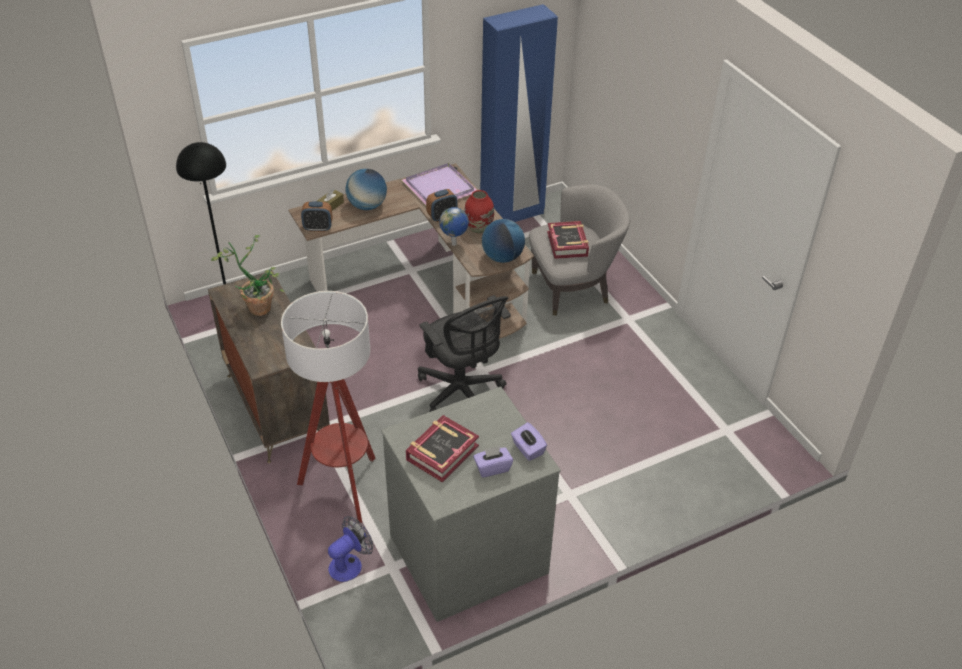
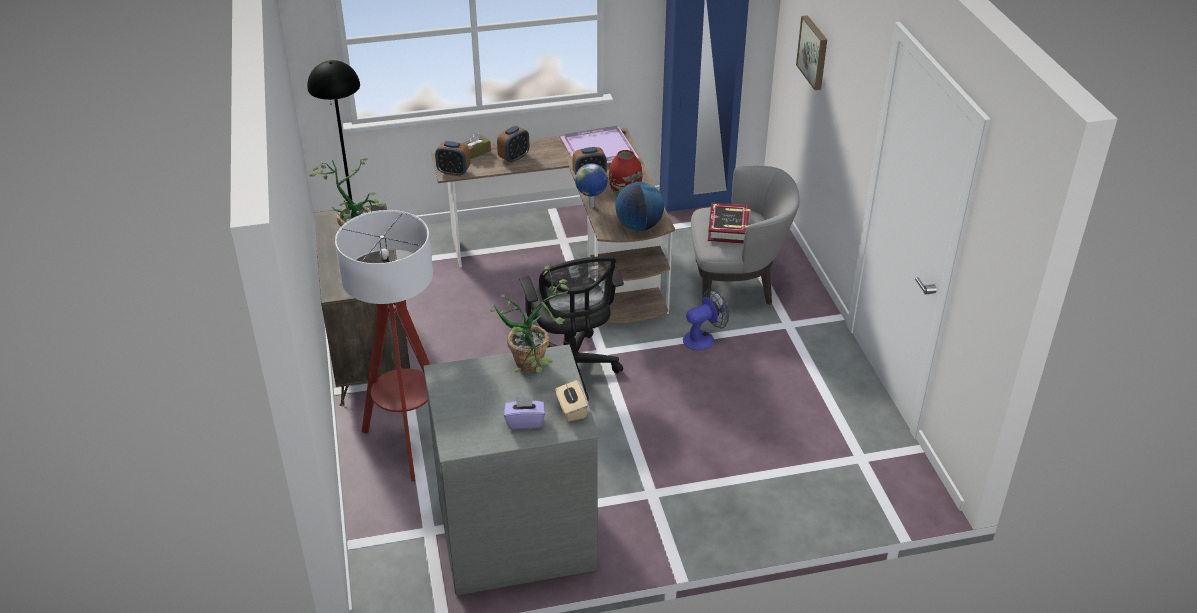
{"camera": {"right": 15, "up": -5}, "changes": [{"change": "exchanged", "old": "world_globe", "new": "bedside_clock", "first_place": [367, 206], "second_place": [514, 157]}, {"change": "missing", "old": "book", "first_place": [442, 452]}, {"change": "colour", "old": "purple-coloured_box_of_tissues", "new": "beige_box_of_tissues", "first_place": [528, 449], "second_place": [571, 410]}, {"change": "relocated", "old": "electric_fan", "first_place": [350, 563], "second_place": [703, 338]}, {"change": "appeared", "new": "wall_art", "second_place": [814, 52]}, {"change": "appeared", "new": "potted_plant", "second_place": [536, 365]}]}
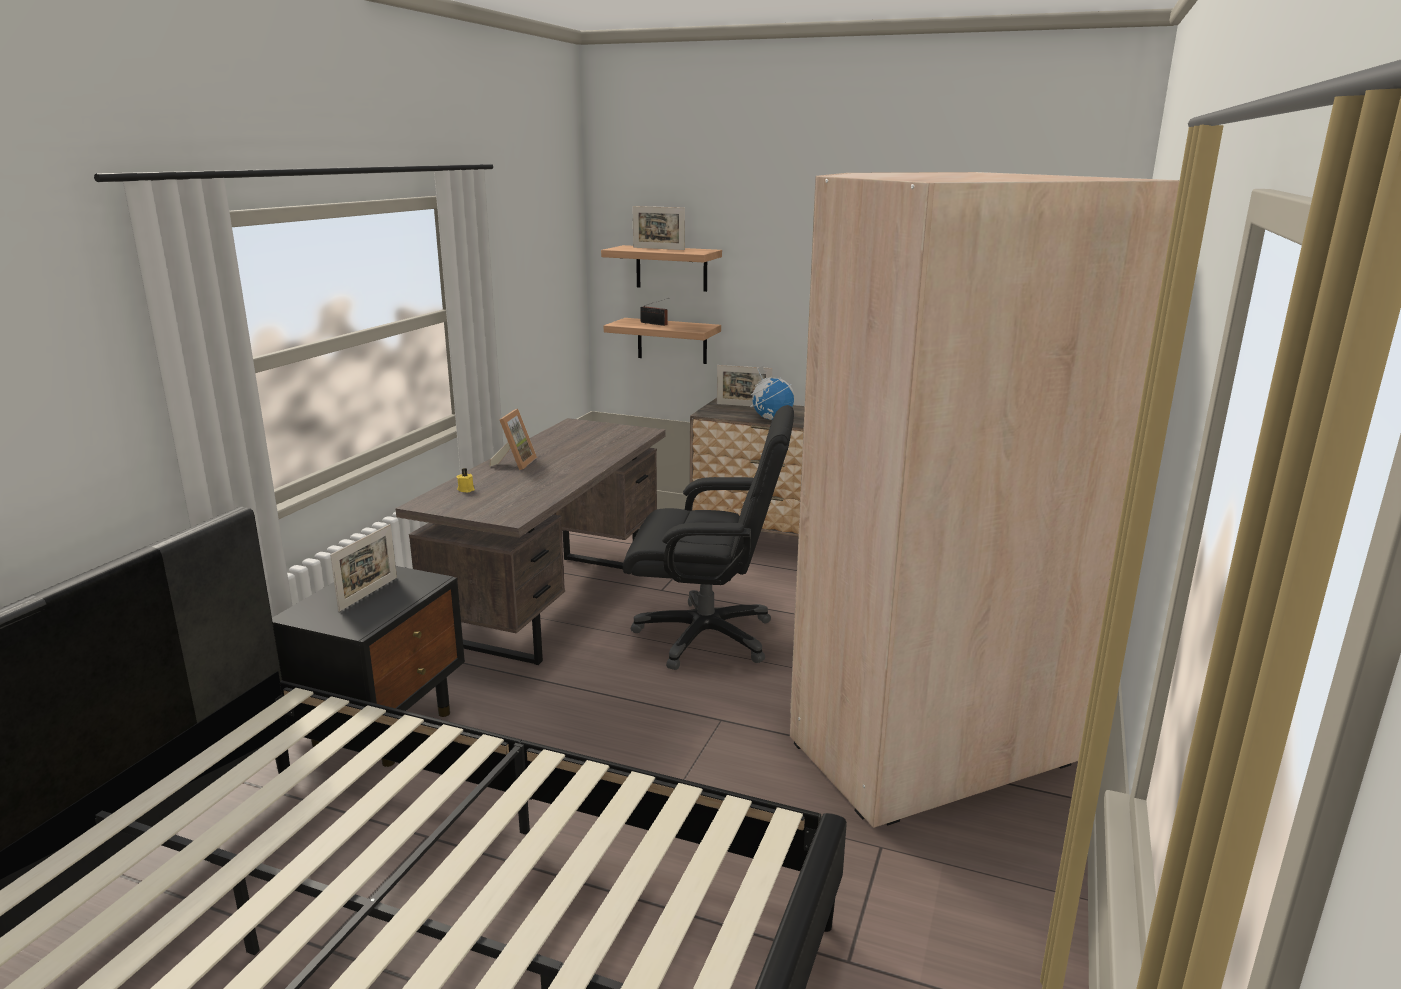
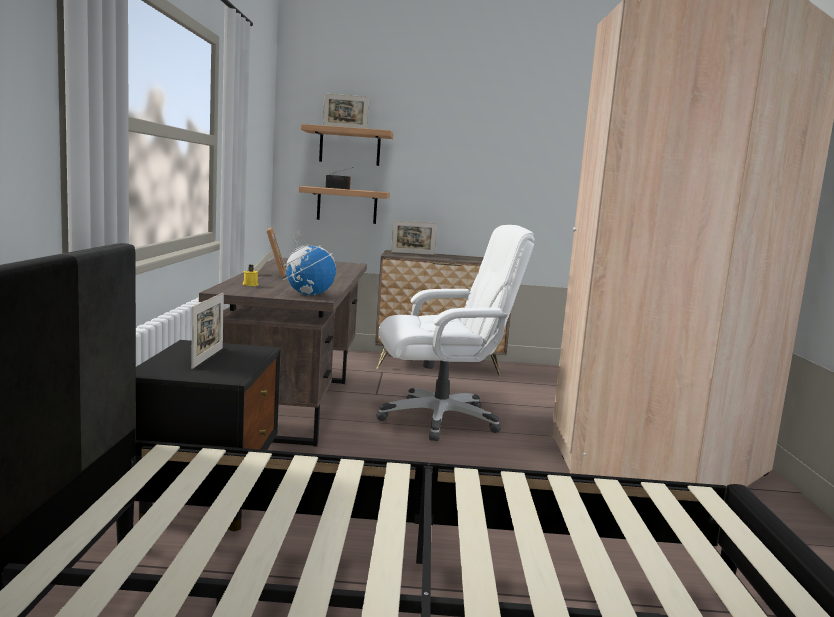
{"camera": {"right": -20, "up": -10}, "changes": [{"change": "relocated", "old": "world_globe", "first_place": [771, 419], "second_place": [308, 295]}, {"change": "colour", "old": "black_desk_chair", "new": "whitish_desk_chair", "first_place": [707, 636], "second_place": [441, 419]}]}
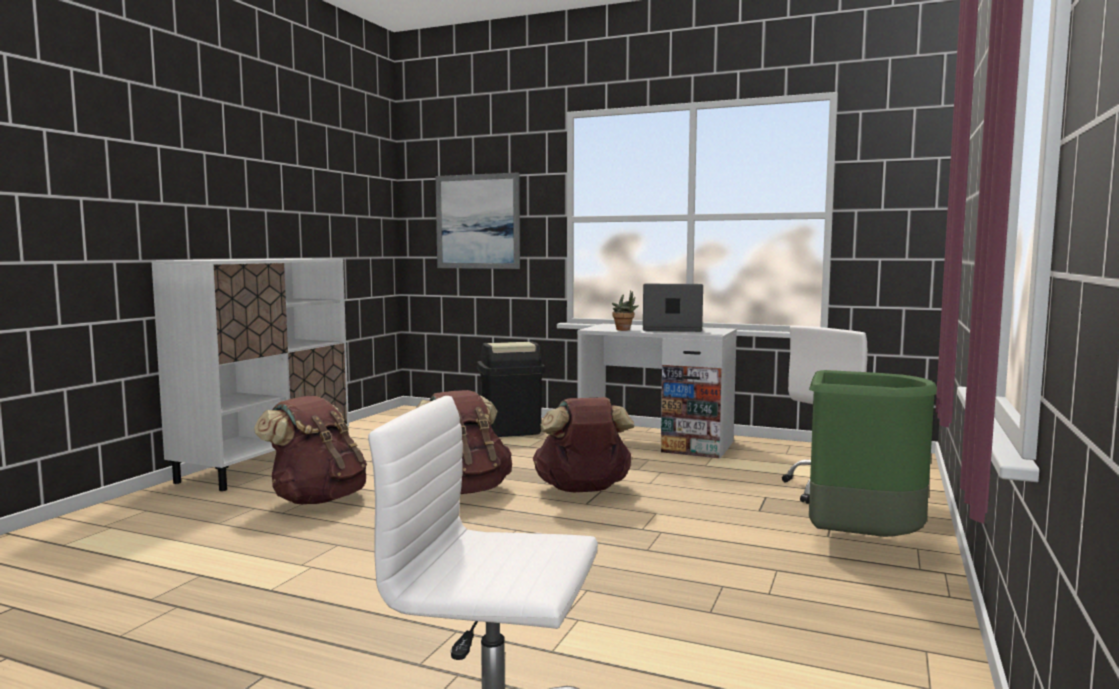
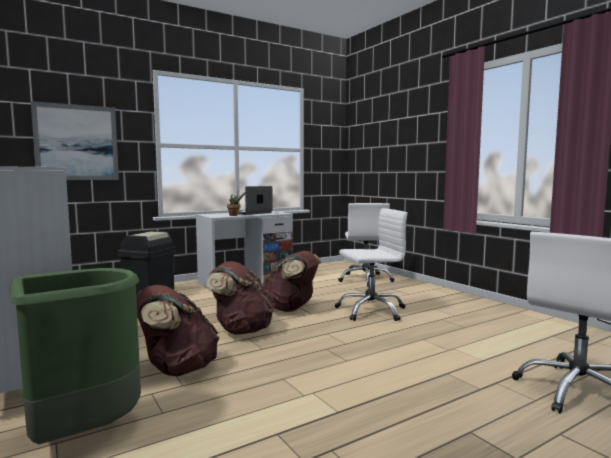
{"camera": {"right": -55, "up": 0}, "changes": [{"change": "relocated", "old": "greenish_rubbish_bin", "first_place": [859, 542], "second_place": [82, 433]}, {"change": "appeared", "new": "whitish_desk_chair", "second_place": [371, 311]}]}
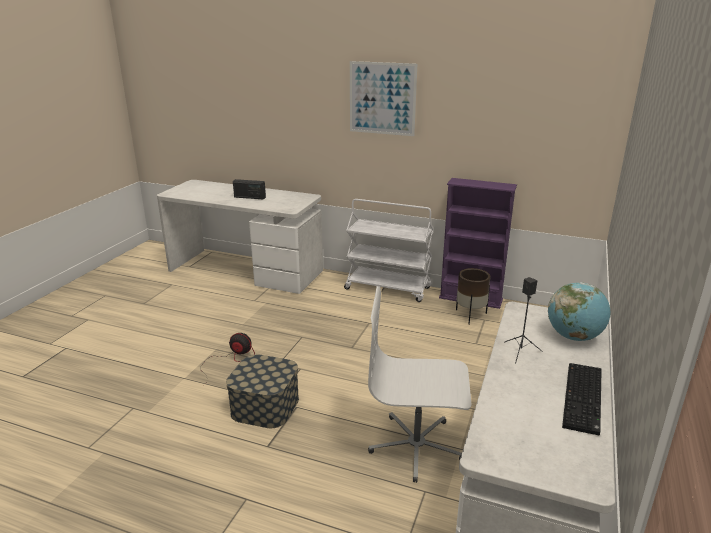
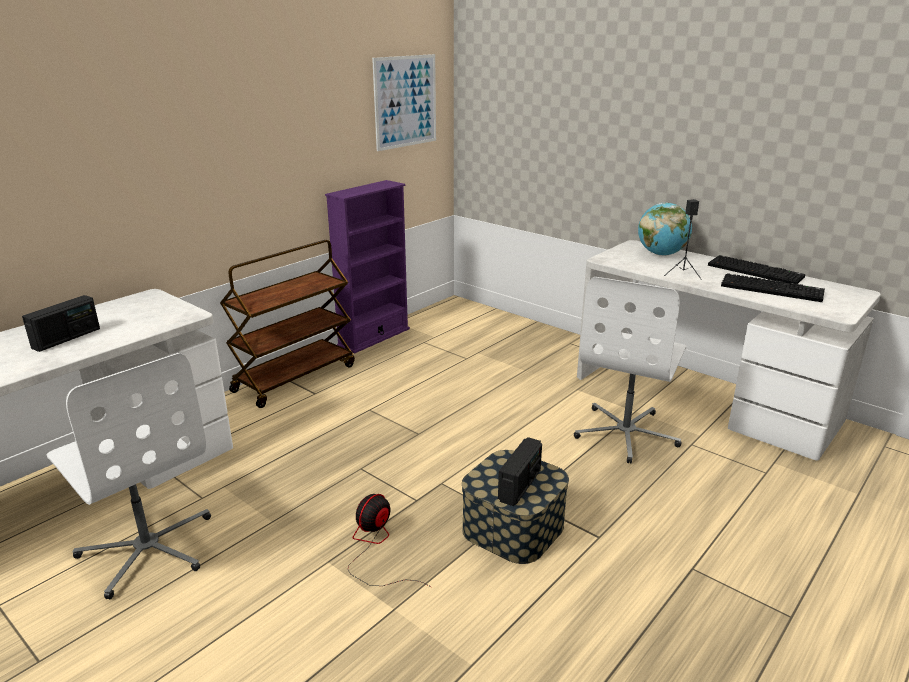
{"camera": {"right": -70, "up": 0}, "changes": [{"change": "relocated", "old": "wall_art", "first_place": [382, 98], "second_place": [405, 101]}, {"change": "colour", "old": "whitish_trolley", "new": "brown-coloured_trolley", "first_place": [388, 288], "second_place": [295, 377]}, {"change": "missing", "old": "brown-coloured_plant_pot", "first_place": [470, 316]}, {"change": "appeared", "new": "PC_keyboard", "second_place": [772, 289]}, {"change": "appeared", "new": "whitish_desk_chair", "second_place": [148, 548]}, {"change": "appeared", "new": "radio_set", "second_place": [520, 485]}]}
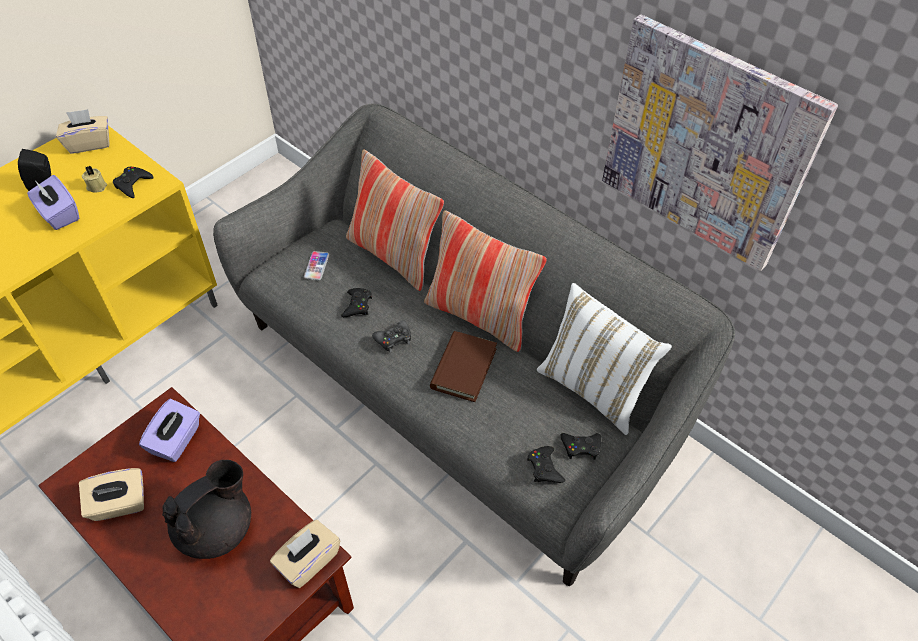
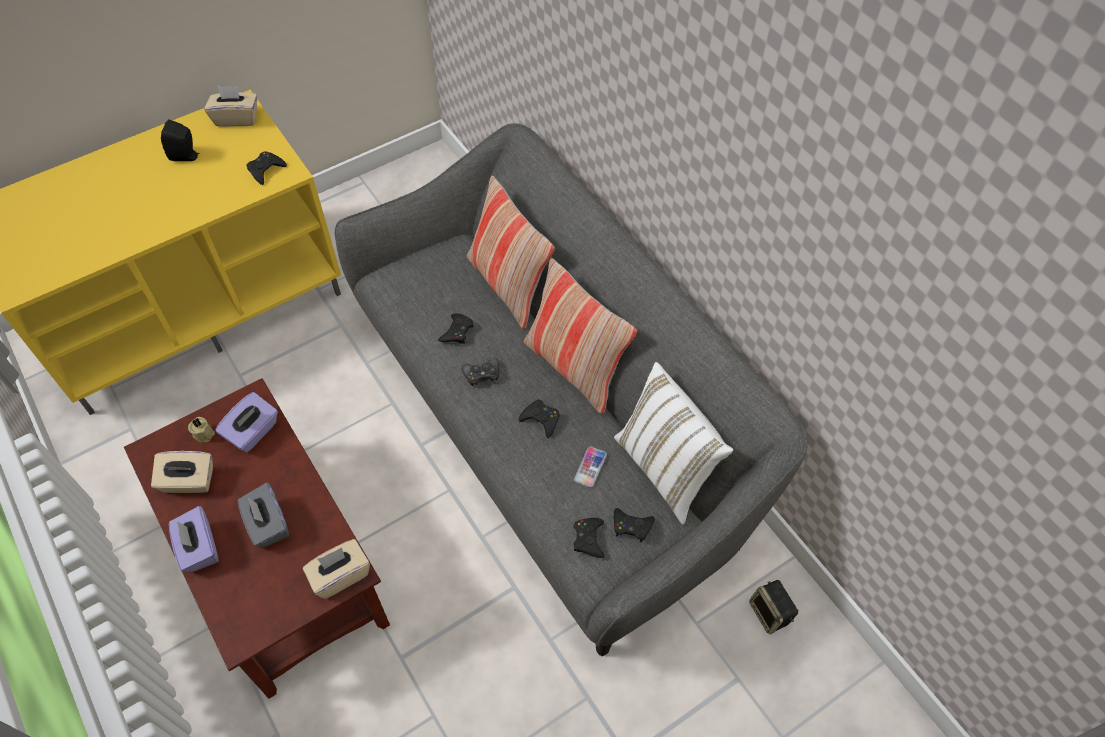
{"camera": {"right": 15, "up": 5}, "changes": [{"change": "missing", "old": "wall_art", "first_place": [706, 145]}, {"change": "relocated", "old": "beige_wax_candle", "first_place": [97, 186], "second_place": [204, 433]}, {"change": "relocated", "old": "purple-coloured_box_of_tissues", "first_place": [59, 214], "second_place": [199, 548]}, {"change": "relocated", "old": "phone", "first_place": [316, 266], "second_place": [590, 467]}, {"change": "exchanged", "old": "brown-coloured_book", "new": "black_joypad", "first_place": [463, 368], "second_place": [541, 420]}, {"change": "exchanged", "old": "black_teapot", "new": "grey_box_of_tissues", "first_place": [217, 528], "second_place": [267, 524]}, {"change": "appeared", "new": "speaker", "second_place": [770, 613]}]}
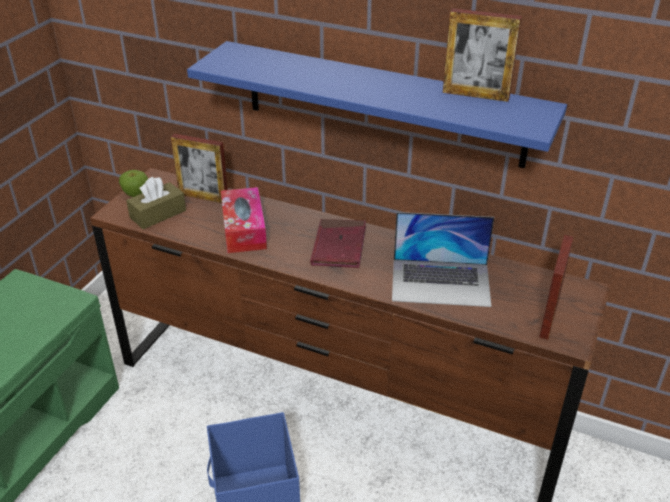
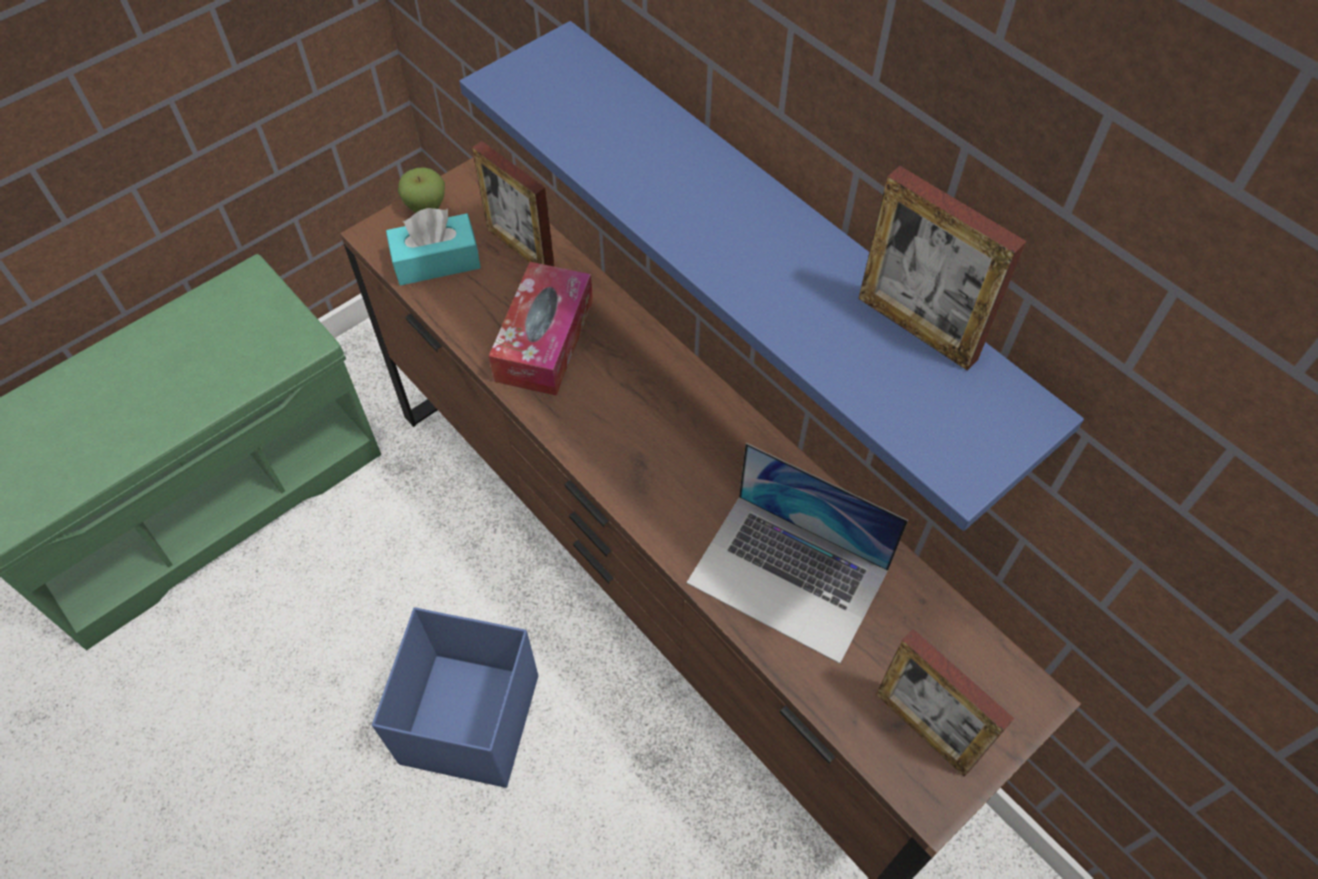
{"camera": {"right": 25, "up": 20}, "changes": [{"change": "colour", "old": "brown-coloured_box_of_tissues", "new": "turquoise-coloured_box_of_tissues", "first_place": [158, 214], "second_place": [436, 261]}, {"change": "missing", "old": "red-coloured_book", "first_place": [339, 246]}, {"change": "spun", "old": "picture_frame", "first_place": [549, 317], "second_place": [924, 729], "degrees": -90}]}
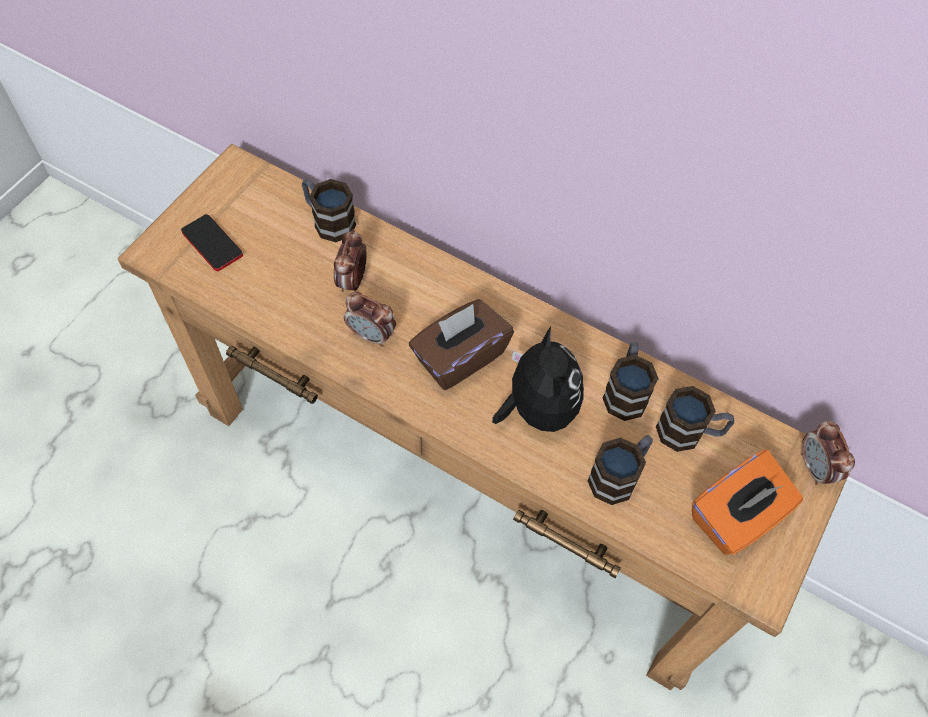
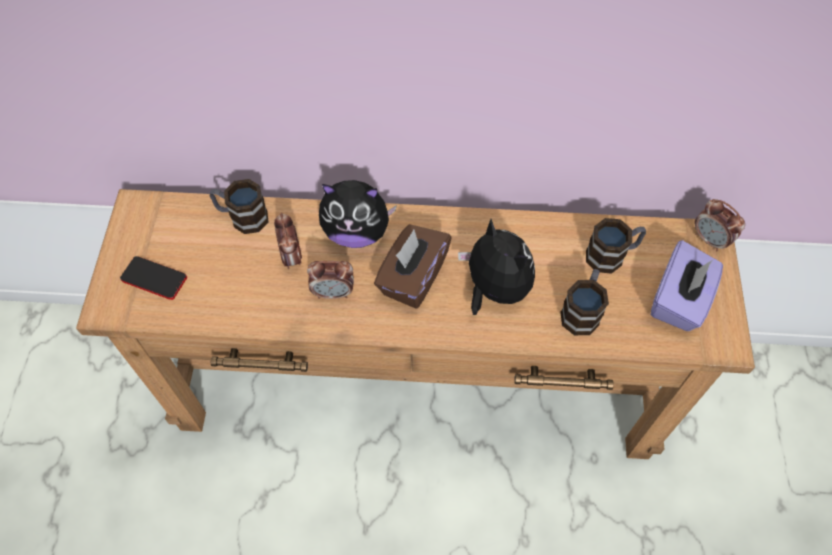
{"camera": {"right": -25, "up": 0}, "changes": [{"change": "missing", "old": "tea_mug", "first_place": [625, 391]}, {"change": "colour", "old": "orange-coloured_box_of_tissues", "new": "purple-coloured_box_of_tissues", "first_place": [736, 517], "second_place": [679, 300]}, {"change": "appeared", "new": "soft_toy", "second_place": [356, 232]}]}
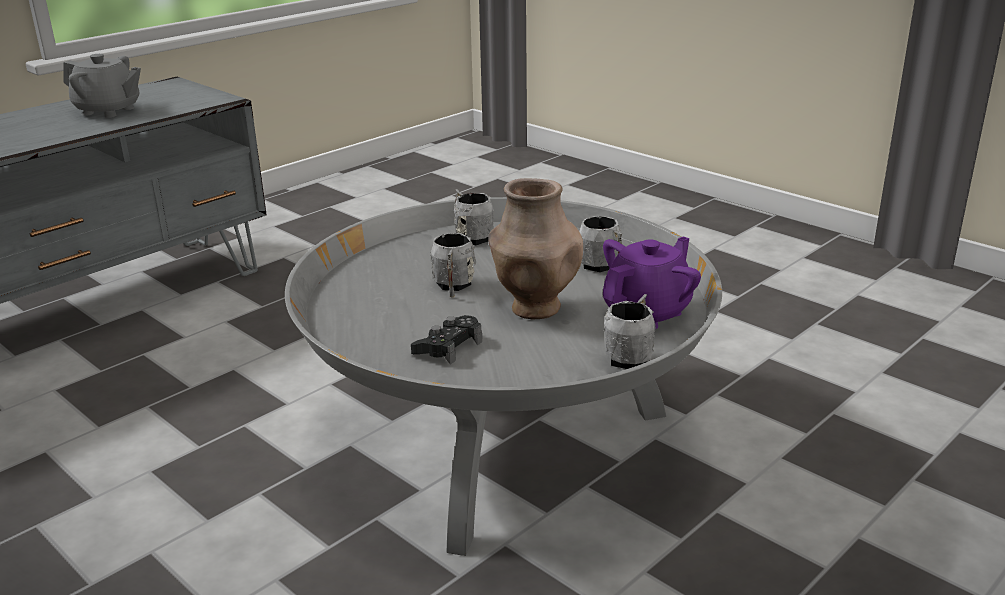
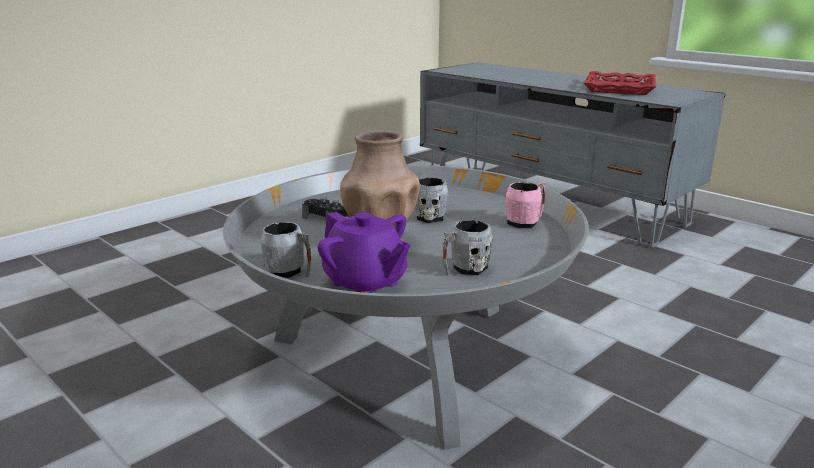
{"camera": {"right": 90, "up": -5}, "changes": [{"change": "exchanged", "old": "grey_teapot", "new": "red-coloured_serving_tray", "first_place": [108, 111], "second_place": [618, 88]}, {"change": "colour", "old": "grey_tea_mug", "new": "pinkish_tea_mug", "first_place": [471, 236], "second_place": [526, 222]}]}
